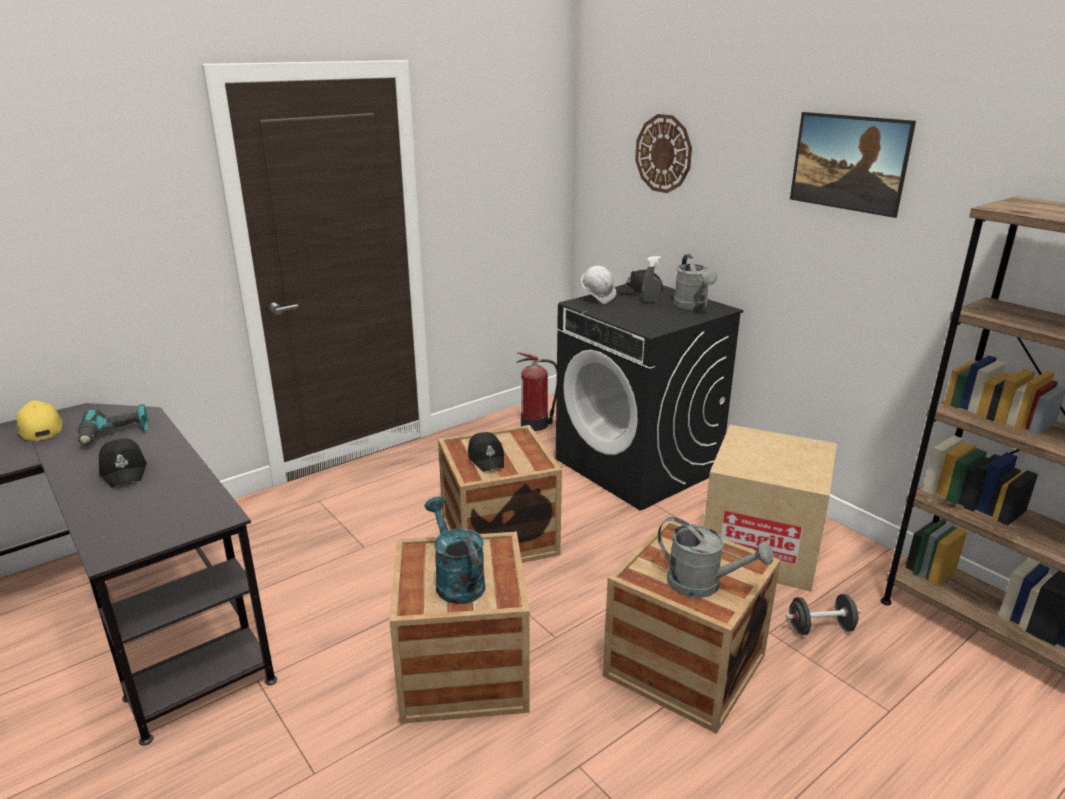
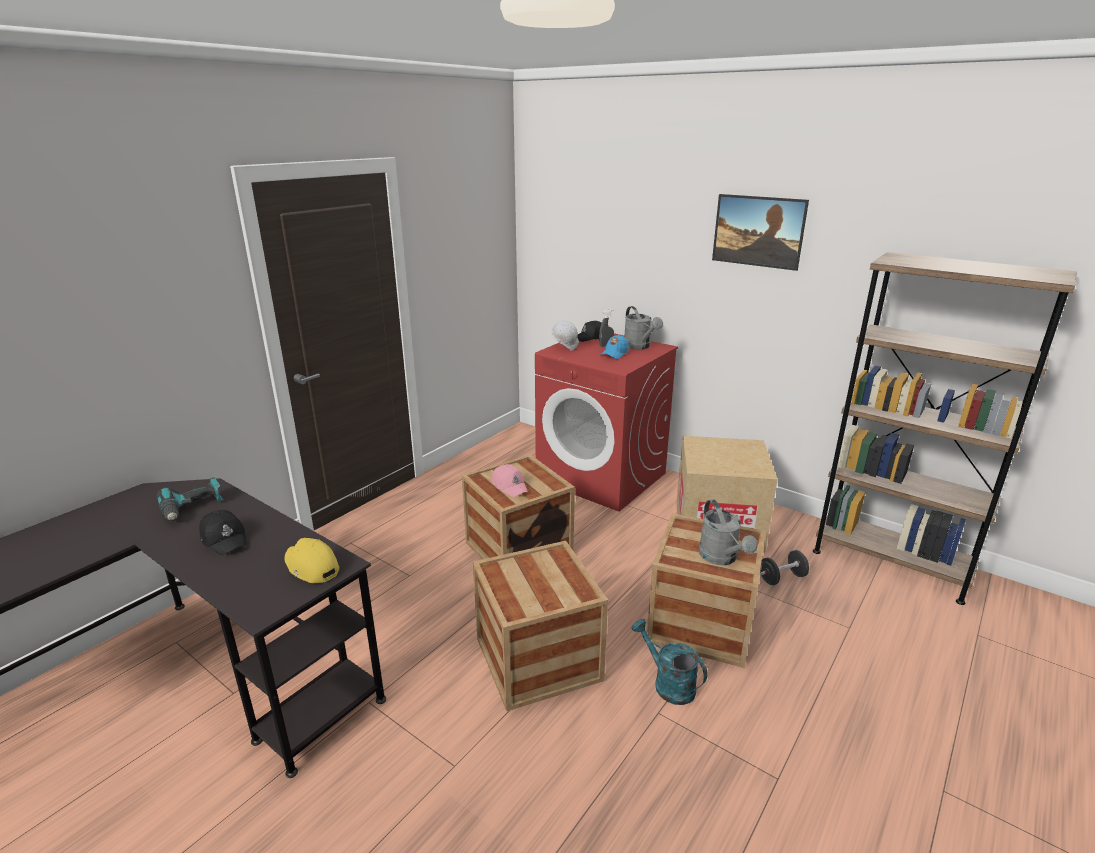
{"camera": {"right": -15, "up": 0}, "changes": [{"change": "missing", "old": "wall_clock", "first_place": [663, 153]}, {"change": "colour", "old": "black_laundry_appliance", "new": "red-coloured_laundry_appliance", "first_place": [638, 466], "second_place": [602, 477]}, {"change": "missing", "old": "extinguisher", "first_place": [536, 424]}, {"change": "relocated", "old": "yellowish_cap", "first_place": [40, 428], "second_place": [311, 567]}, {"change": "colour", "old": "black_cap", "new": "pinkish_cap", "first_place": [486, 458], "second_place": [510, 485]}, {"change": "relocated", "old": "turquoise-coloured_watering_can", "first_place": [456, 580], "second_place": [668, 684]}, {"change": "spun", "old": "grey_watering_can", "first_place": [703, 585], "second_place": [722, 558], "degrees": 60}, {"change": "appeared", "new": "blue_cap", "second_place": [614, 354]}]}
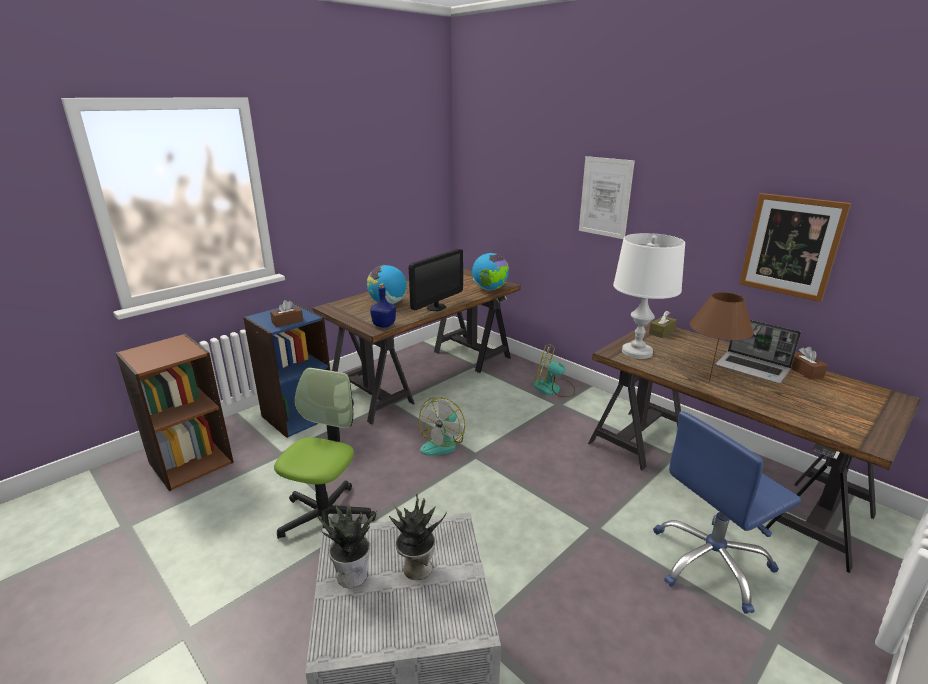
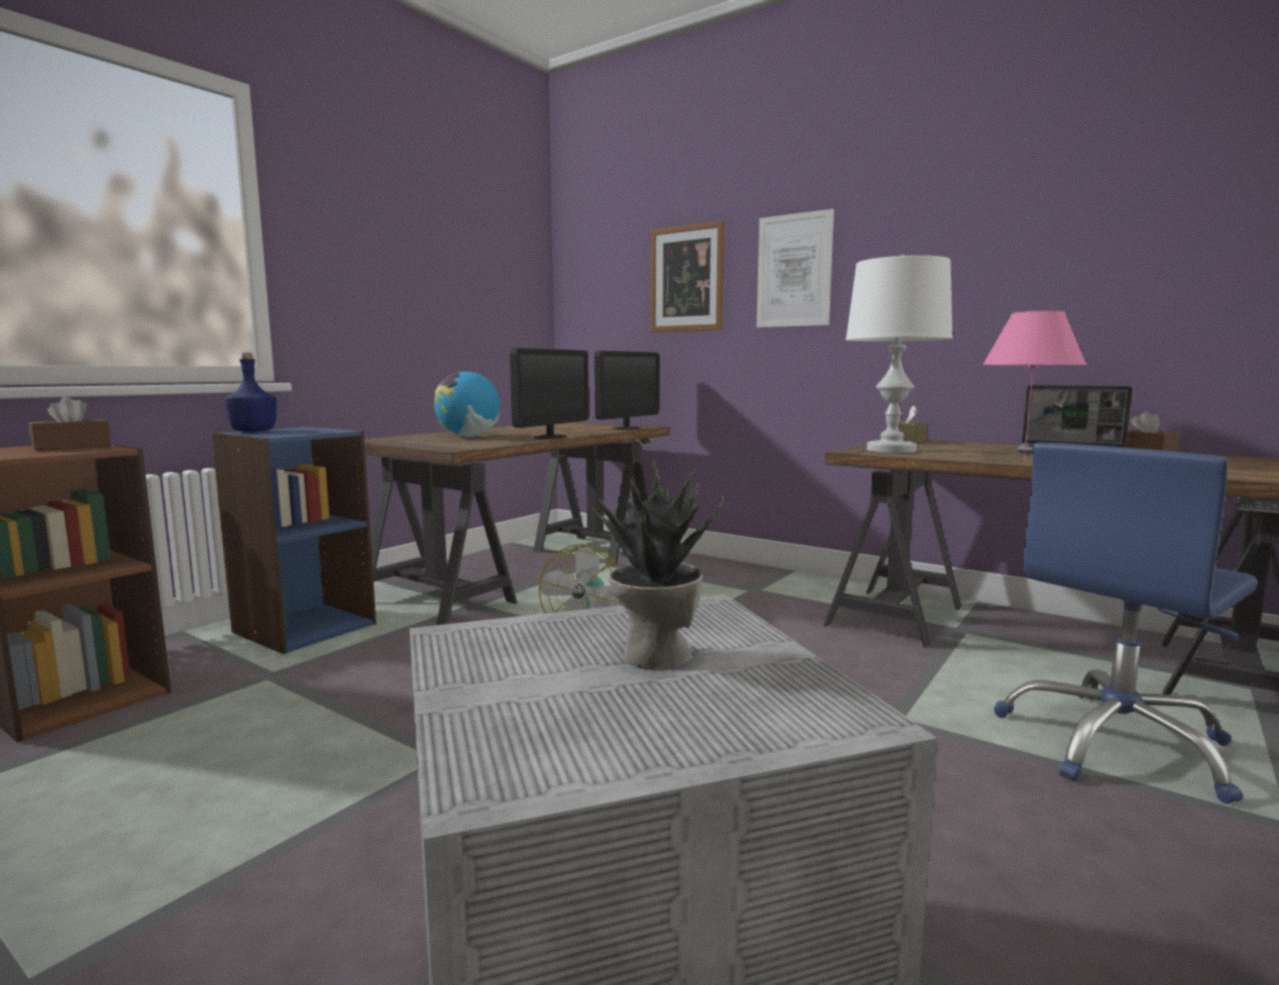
{"camera": {"right": -10, "up": -15}, "changes": [{"change": "relocated", "old": "wall_art", "first_place": [791, 246], "second_place": [686, 279]}, {"change": "exchanged", "old": "world_globe", "new": "monitor", "first_place": [490, 289], "second_place": [626, 428]}, {"change": "relocated", "old": "blue_bottle", "first_place": [384, 325], "second_place": [254, 431]}, {"change": "colour", "old": "brown-coloured_lamp_for_a_table", "new": "pinkish_lamp_for_a_table", "first_place": [709, 381], "second_place": [1024, 460]}, {"change": "relocated", "old": "brown-coloured_box_of_tissues", "first_place": [287, 322], "second_place": [72, 447]}, {"change": "missing", "old": "electric_fan", "first_place": [553, 389]}, {"change": "missing", "old": "desk_chair", "first_place": [326, 517]}, {"change": "missing", "old": "potted_plant", "first_place": [352, 574]}]}
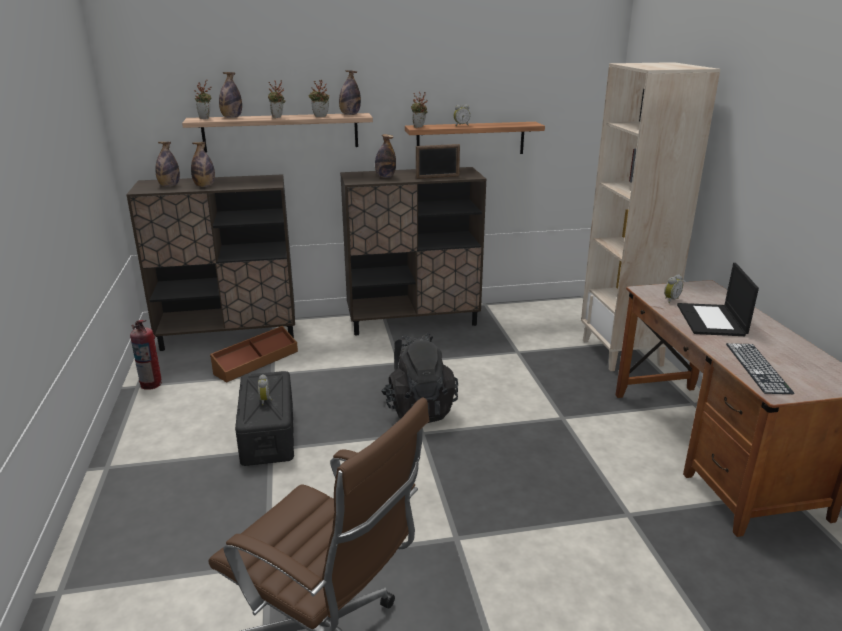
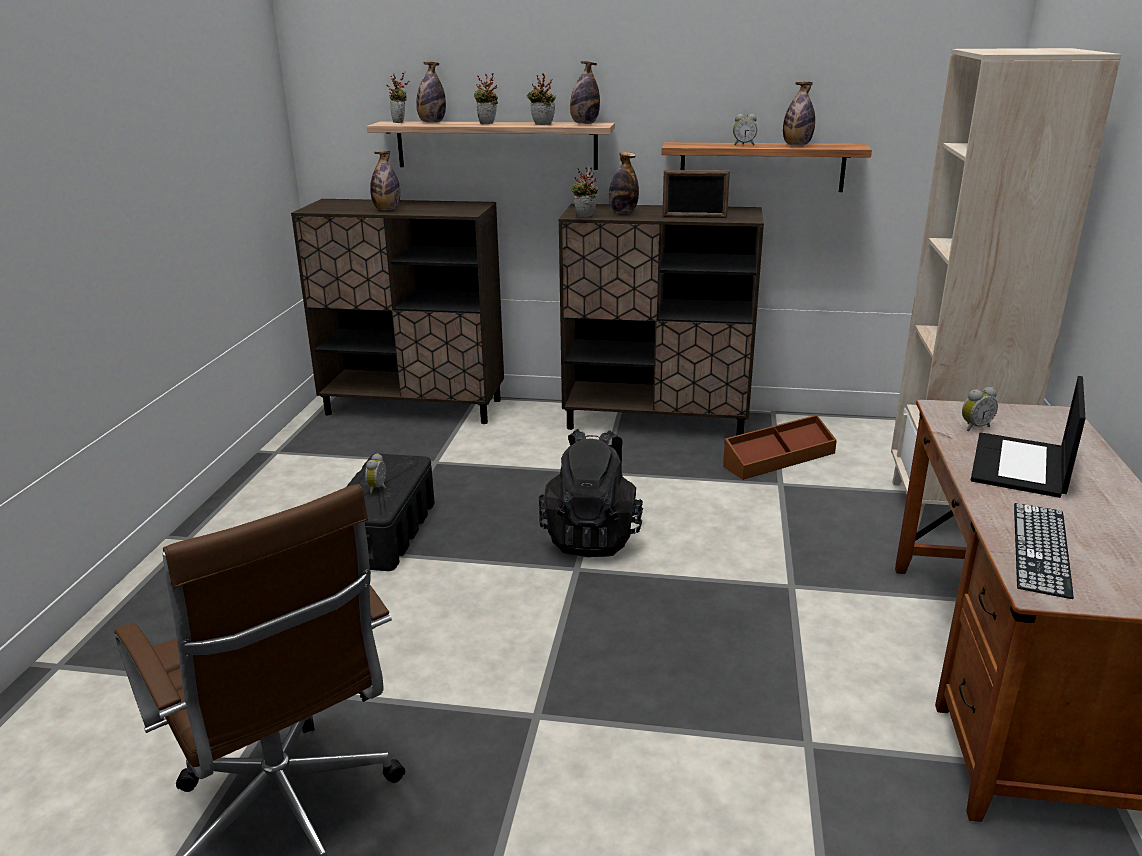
{"camera": {"right": 20, "up": 0}, "changes": [{"change": "relocated", "old": "potted_plant", "first_place": [419, 127], "second_place": [585, 216]}, {"change": "relocated", "old": "bottle", "first_place": [169, 186], "second_place": [796, 145]}, {"change": "missing", "old": "extinguisher", "first_place": [151, 384]}, {"change": "relocated", "old": "brown-coloured_storage_container", "first_place": [256, 362], "second_place": [778, 459]}]}
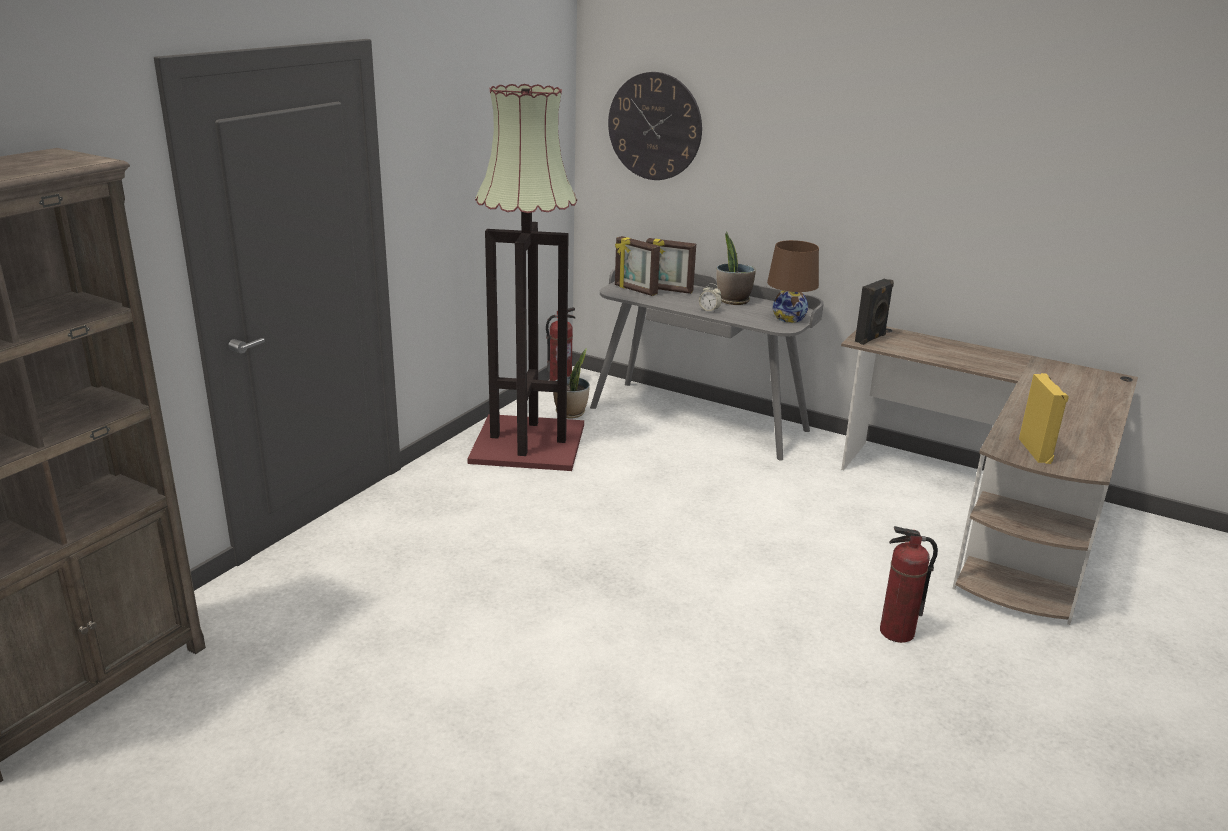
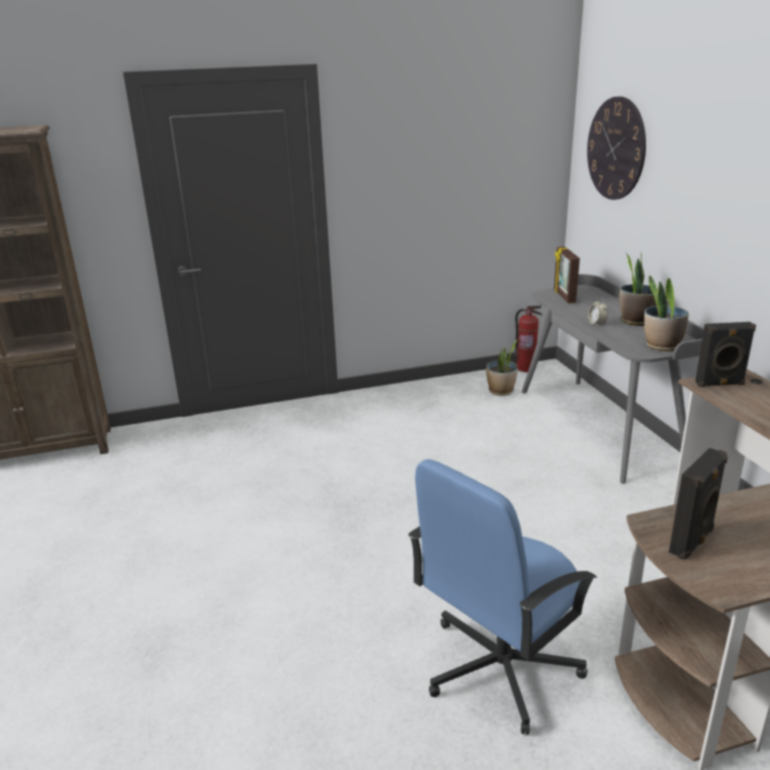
{"camera": {"right": 45, "up": 0}, "changes": [{"change": "missing", "old": "standing_lamp", "first_place": [526, 444]}, {"change": "missing", "old": "picture_frame", "first_place": [668, 290]}, {"change": "exchanged", "old": "brown-coloured_lamp_for_a_table", "new": "potted_plant", "first_place": [789, 318], "second_place": [662, 346]}, {"change": "colour", "old": "yellowish_speaker", "new": "black_speaker", "first_place": [1036, 451], "second_place": [692, 542]}, {"change": "exchanged", "old": "extinguisher", "new": "blue_desk_chair", "first_place": [896, 633], "second_place": [498, 667]}]}
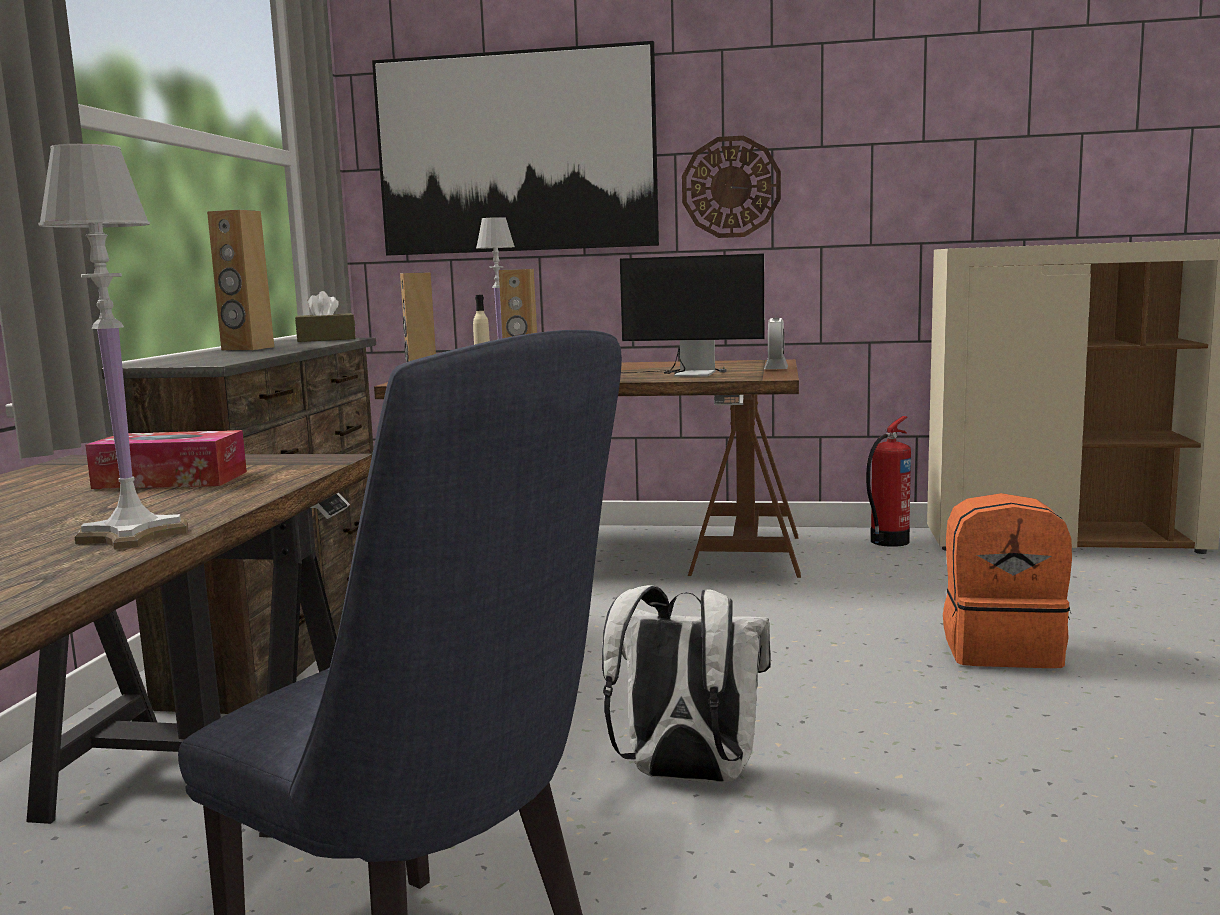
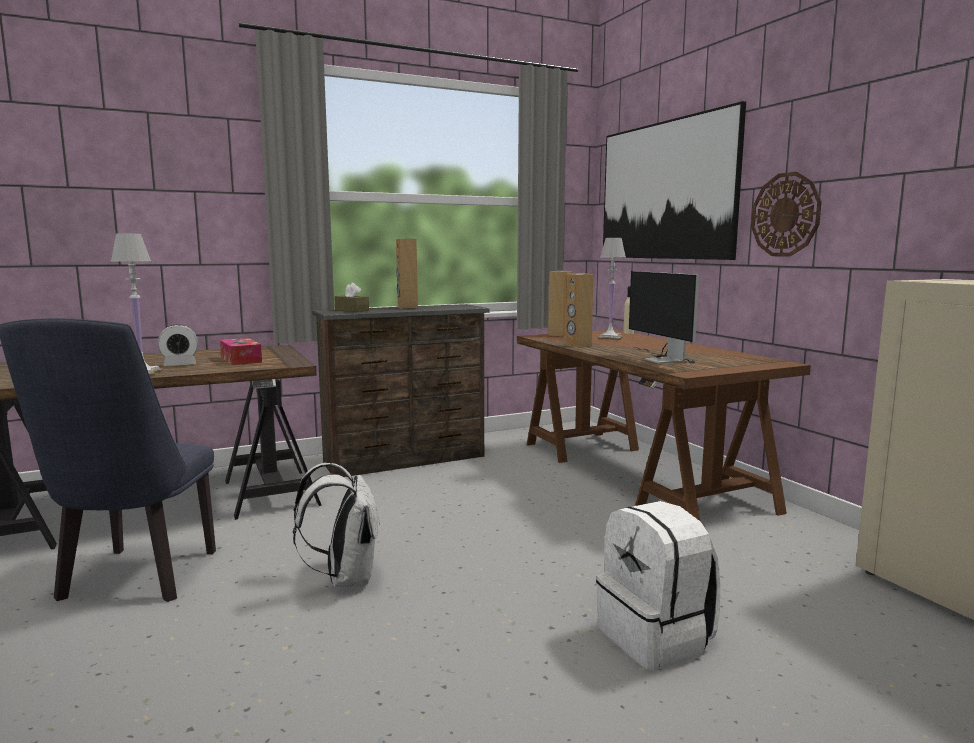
{"camera": {"right": 55, "up": 0}, "changes": [{"change": "relocated", "old": "brown-coloured_box_of_tissues", "first_place": [326, 339], "second_place": [352, 310]}, {"change": "relocated", "old": "bedside_clock", "first_place": [776, 369], "second_place": [180, 365]}, {"change": "missing", "old": "extinguisher", "first_place": [887, 542]}, {"change": "colour", "old": "orange-coloured_rucksack", "new": "whitish_rucksack", "first_place": [1002, 649], "second_place": [656, 638]}]}
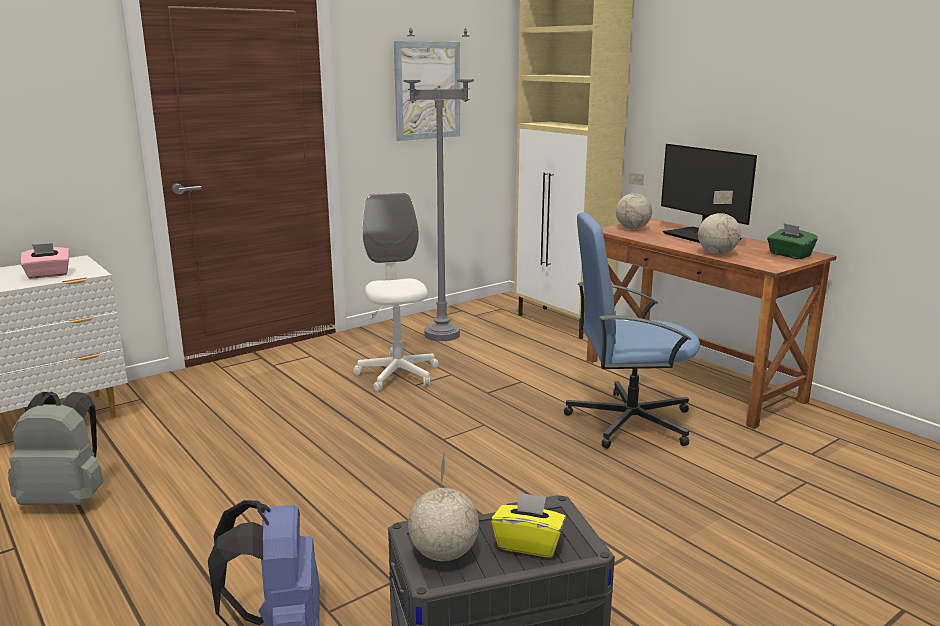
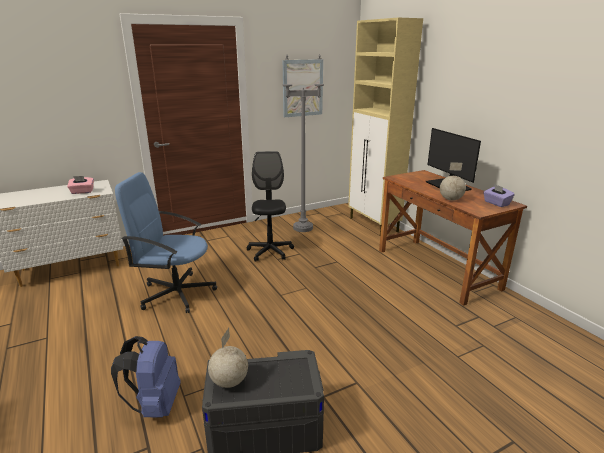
{"camera": {"right": 10, "up": 5}, "changes": [{"change": "missing", "old": "world_globe", "first_place": [632, 228]}, {"change": "colour", "old": "whitish_desk_chair", "new": "black_desk_chair", "first_place": [398, 375], "second_place": [270, 252]}, {"change": "relocated", "old": "blue_desk_chair", "first_place": [628, 421], "second_place": [176, 293]}, {"change": "colour", "old": "greenish_box_of_tissues", "new": "purple-coloured_box_of_tissues", "first_place": [789, 255], "second_place": [496, 203]}, {"change": "missing", "old": "grey_rucksack", "first_place": [67, 499]}, {"change": "missing", "old": "yellowish_box_of_tissues", "first_place": [528, 544]}]}
